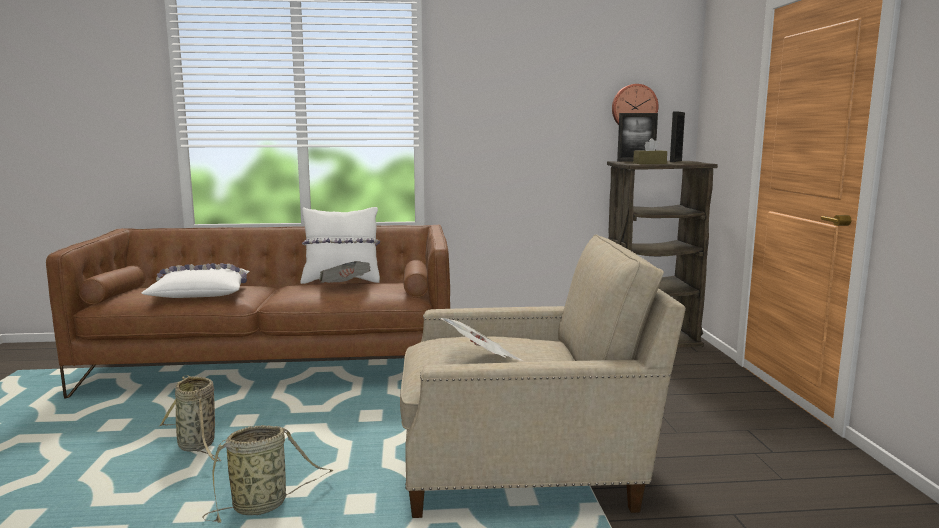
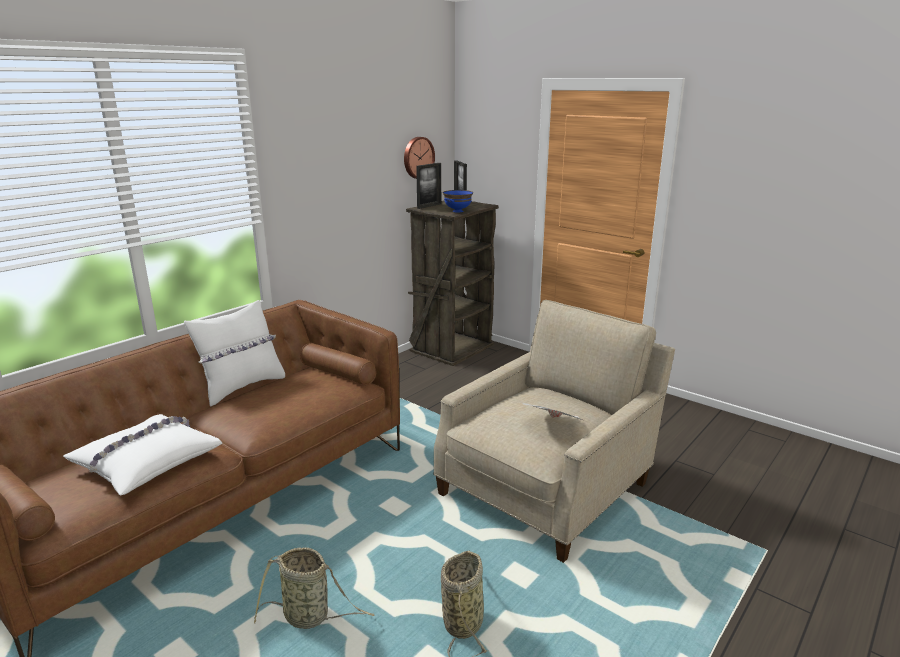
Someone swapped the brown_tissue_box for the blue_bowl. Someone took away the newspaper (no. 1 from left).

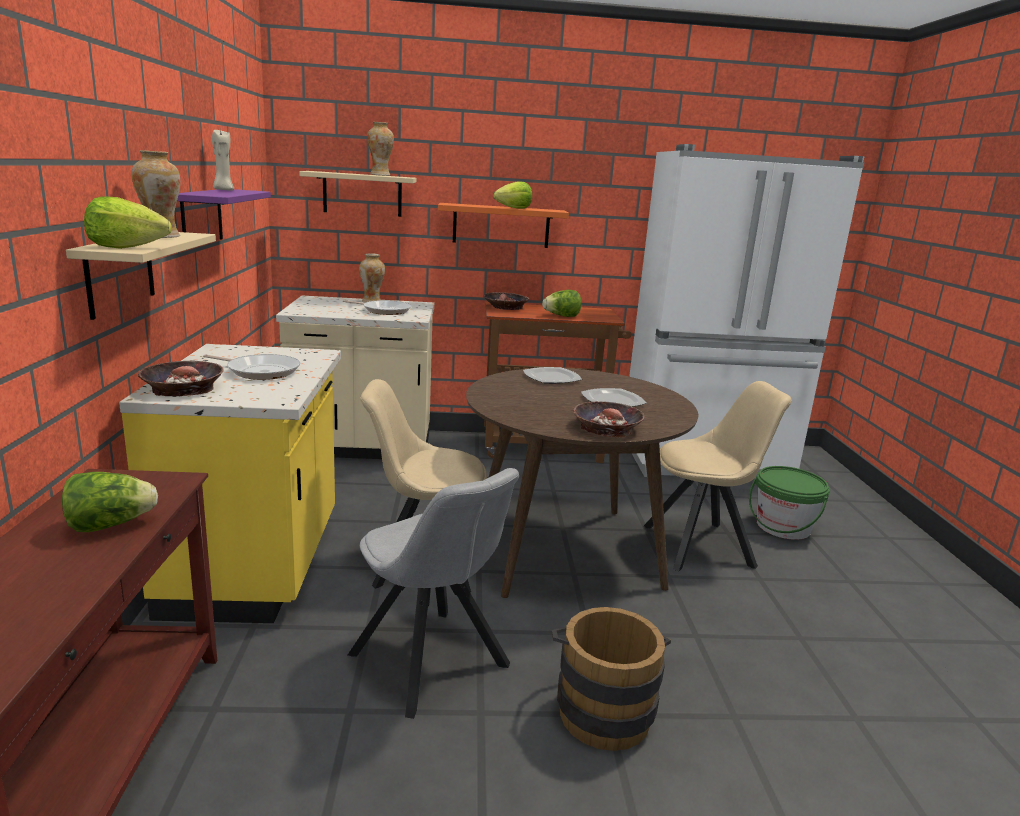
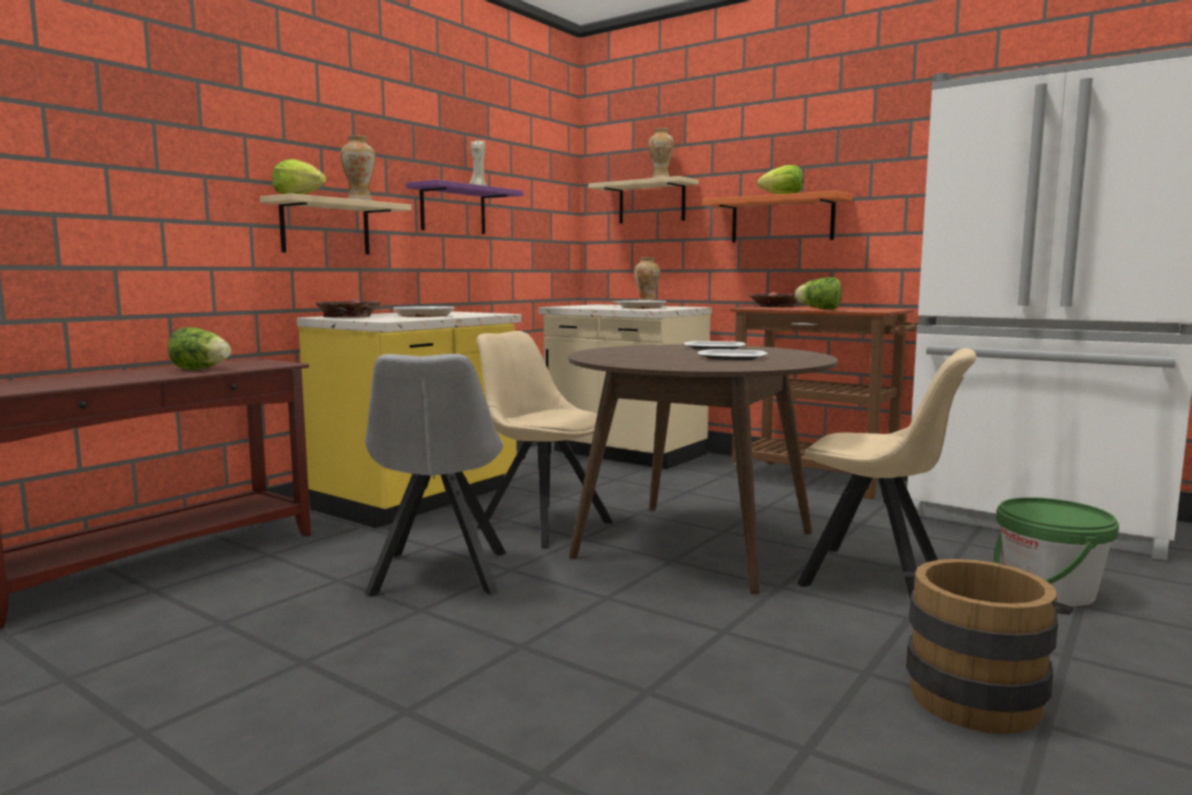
Someone carried the brown_bucket. Someone took away the bowl (no. 3 from left).

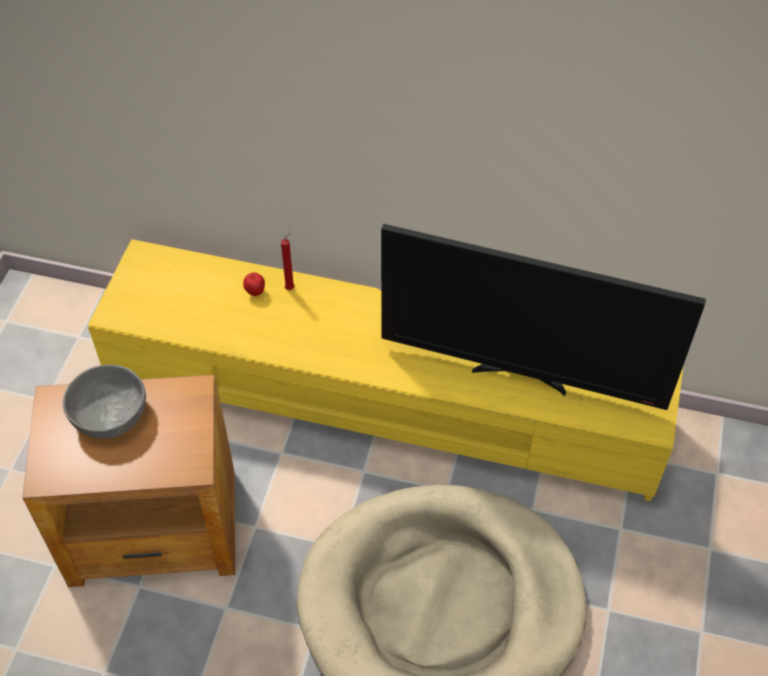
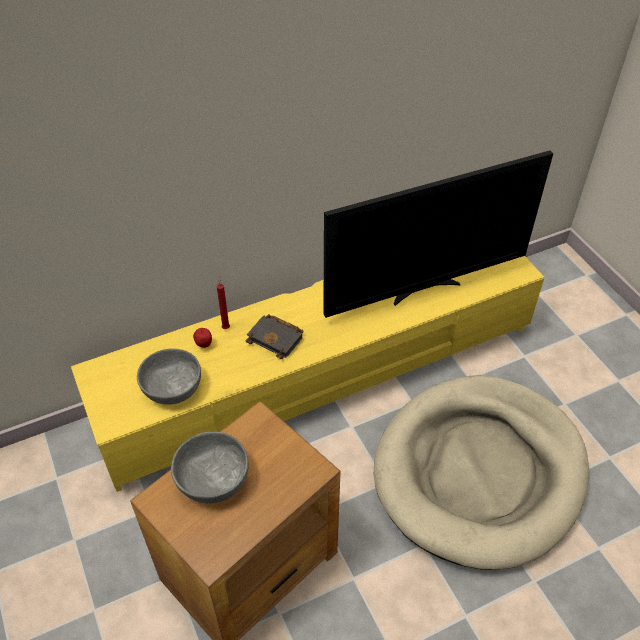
Someone put down the grey_bowl (no. 1 from left). Someone put down the black_book.

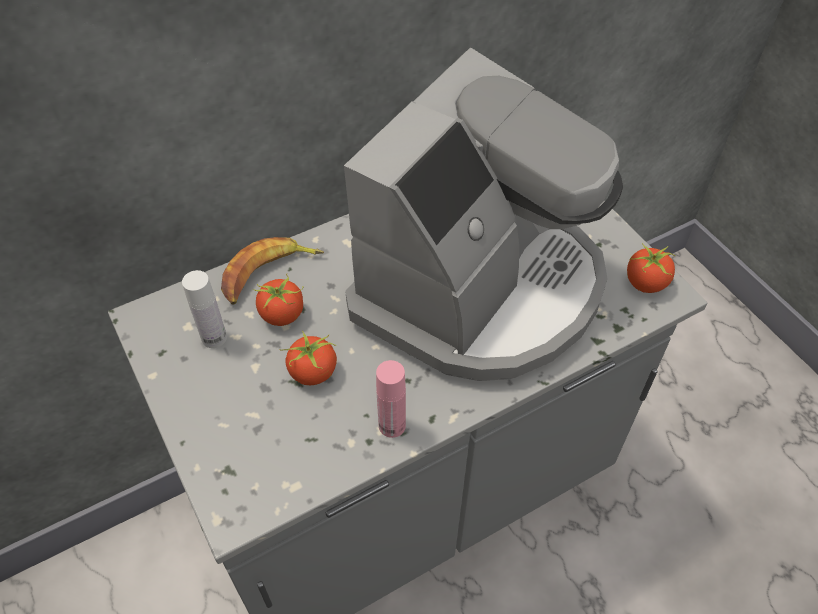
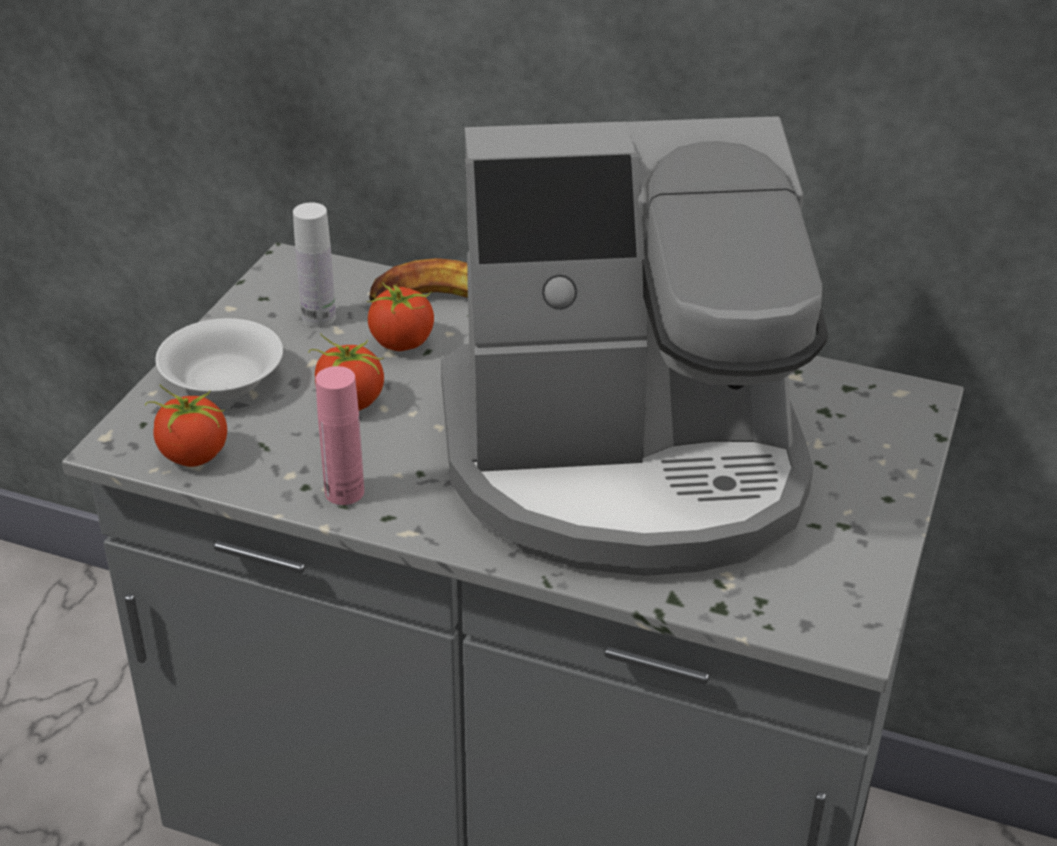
Someone carried the tomato (no. 3 from left in the first image). Someone put down the white_bowl.

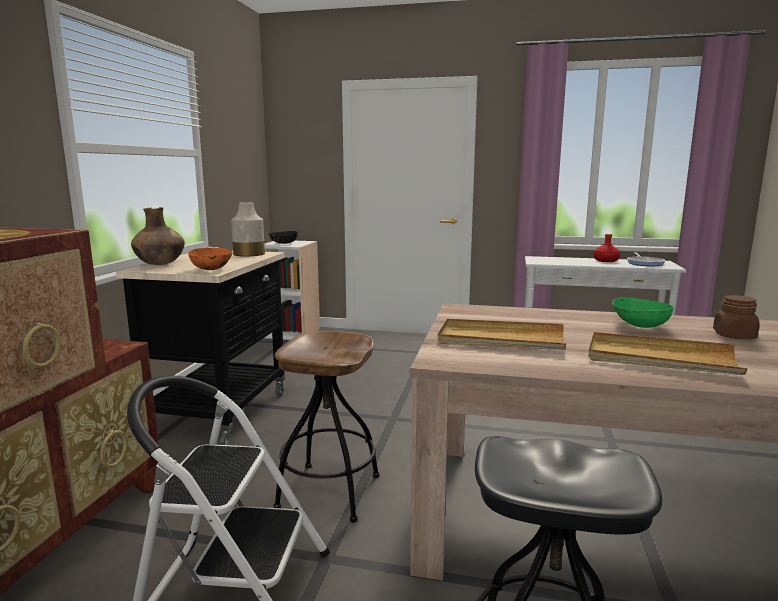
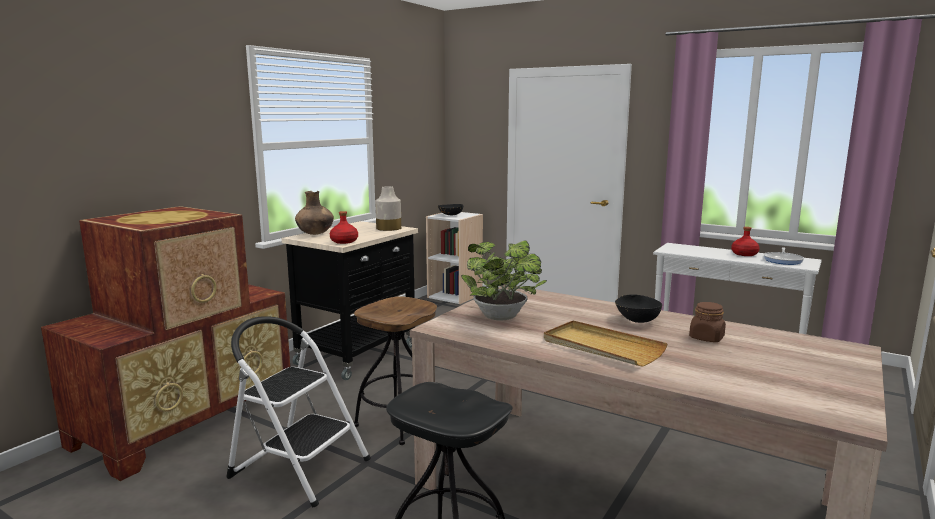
Someone swapped the orange_bowl for the red_bottle (no. 1 from left). Someone swapped the beige_tray (no. 1 from left) for the potted_plant. Someone repainted the green_bowl, which became the black_bowl (no. 2 from left).

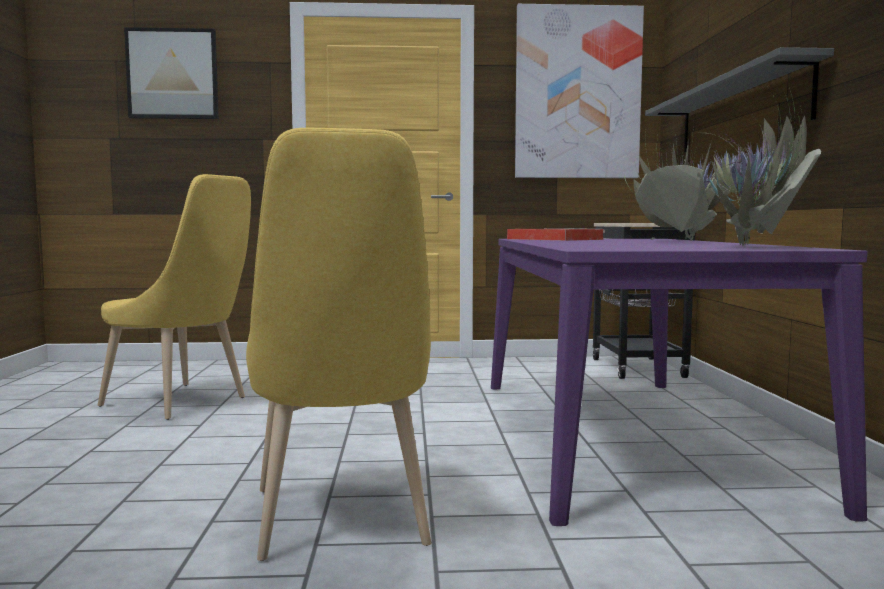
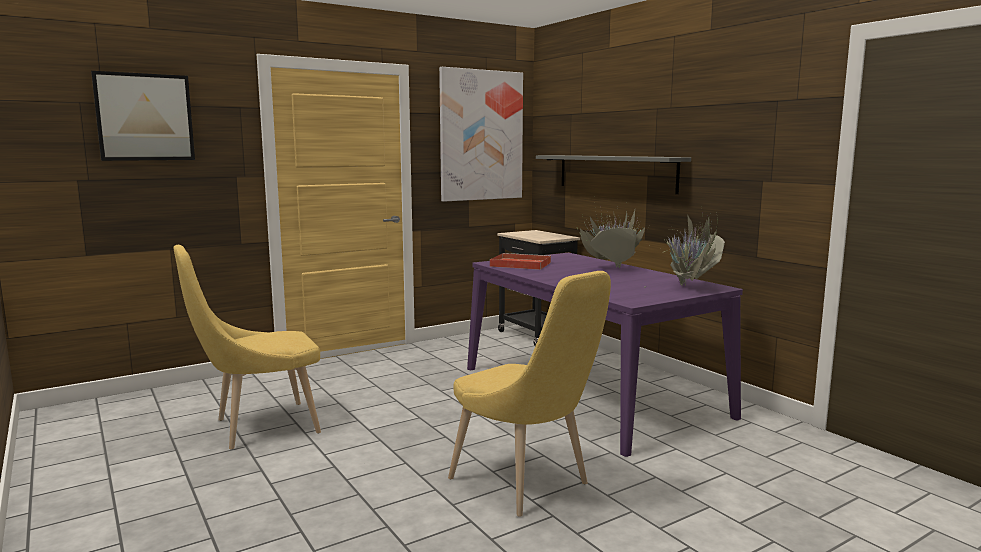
Someone rotated the yellow_chair (no. 1 from left) by 150 degrees clockwise.

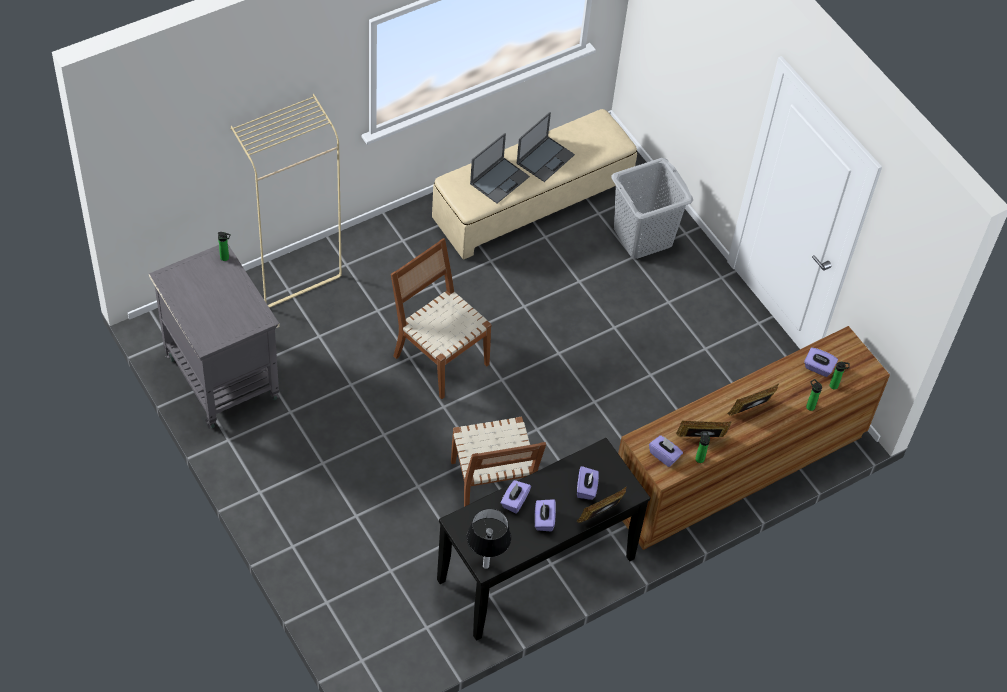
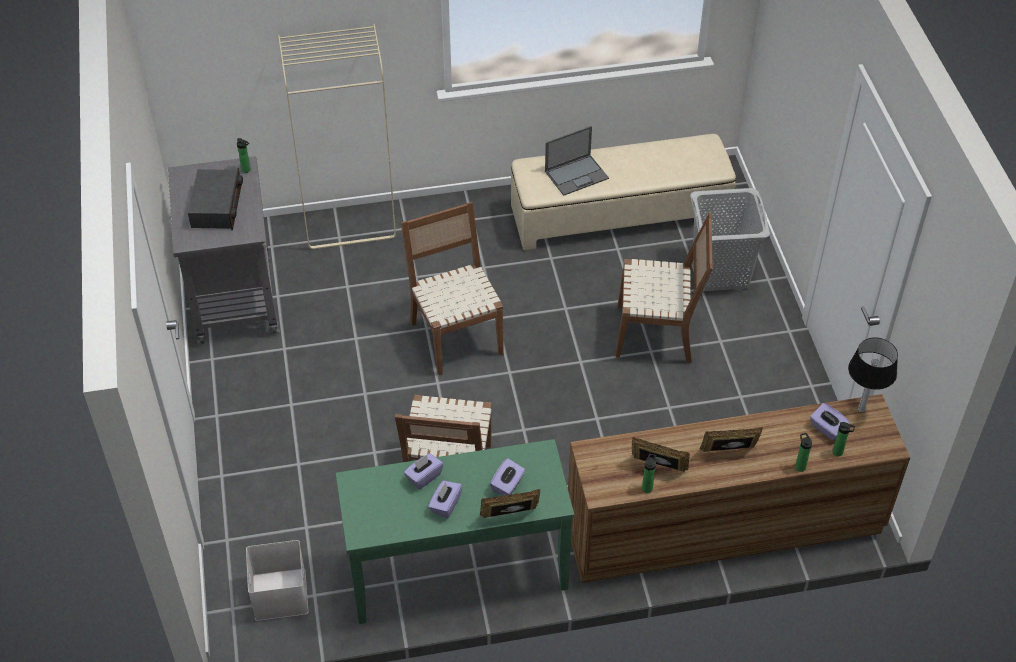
Someone put down the radio. Someone put down the white_storage_box. Someone repainted the black_console_table, which became the green_console_table. Someone put down the chair (no. 3 from left). Someone carried the table_lamp. Someone took away the laptop (no. 2 from left). Someone took away the purple_tissue_box (no. 4 from left).

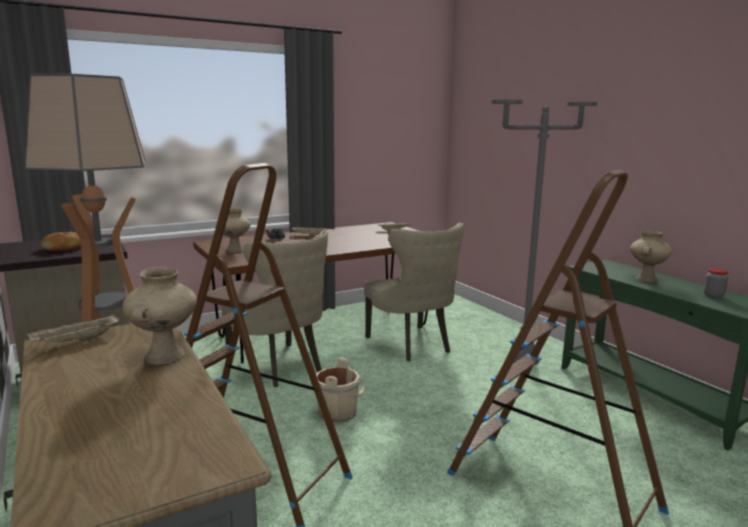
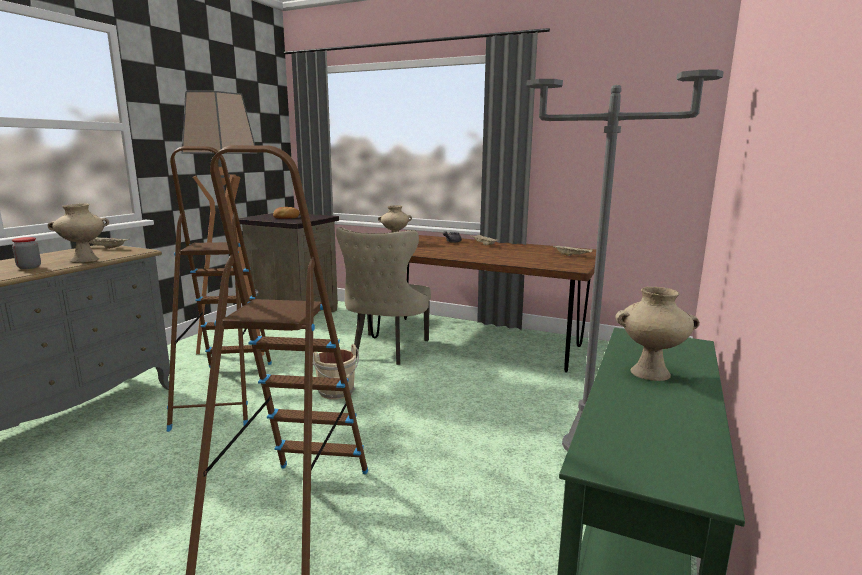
Someone carried the jar. Someone took away the beige_chair (no. 2 from left).

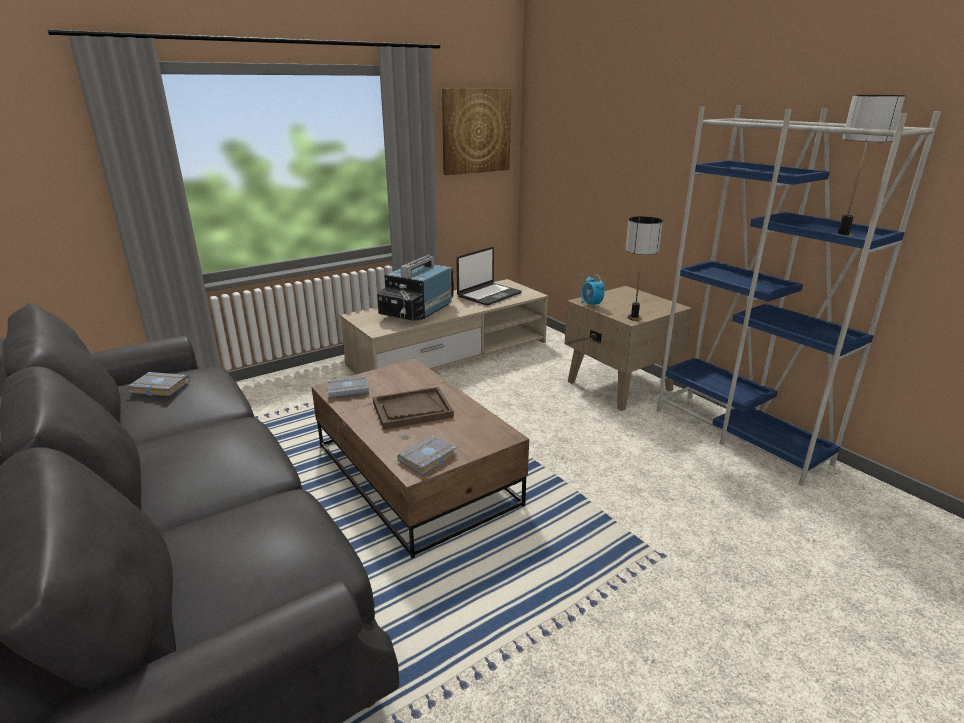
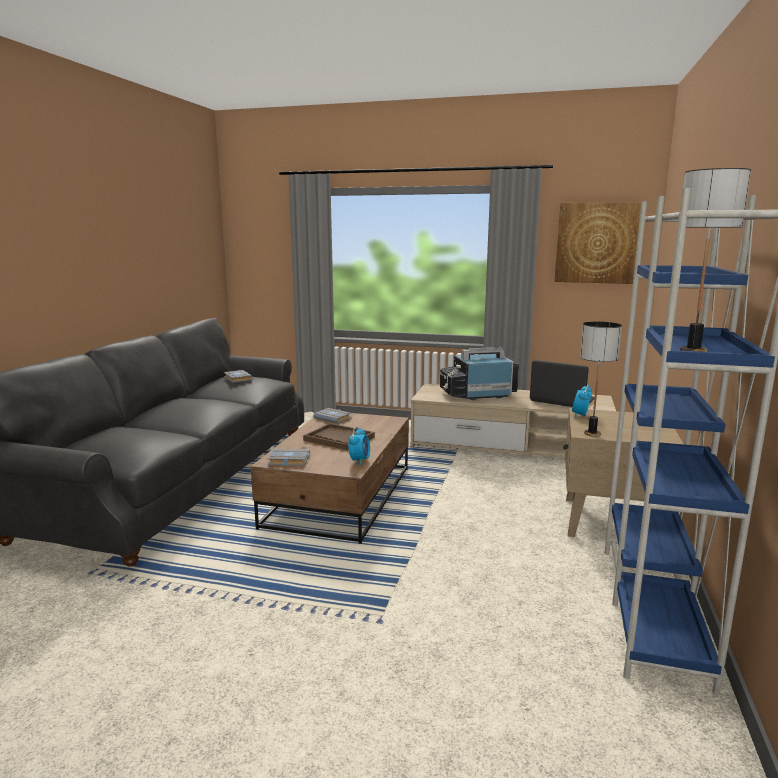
Someone put down the alarm_clock (no. 1 from left). Someone rotated the laptop by 150 degrees counterclockwise.

